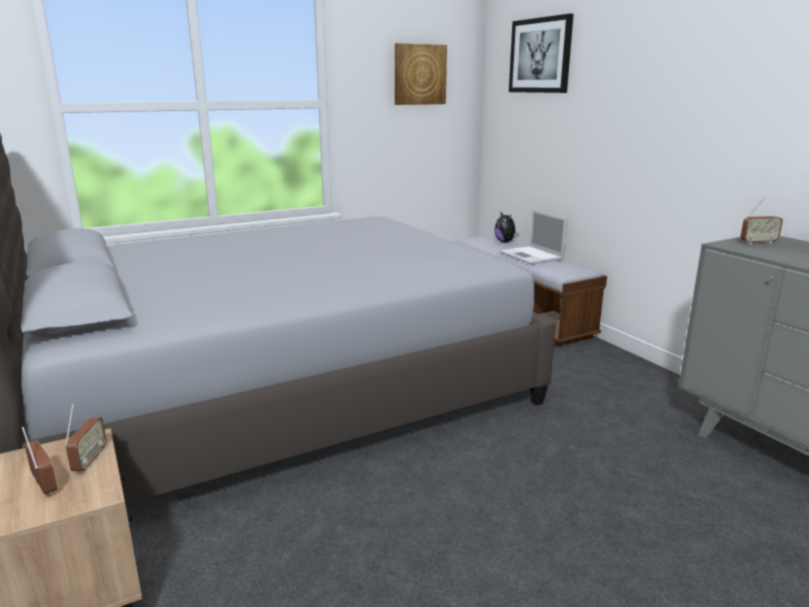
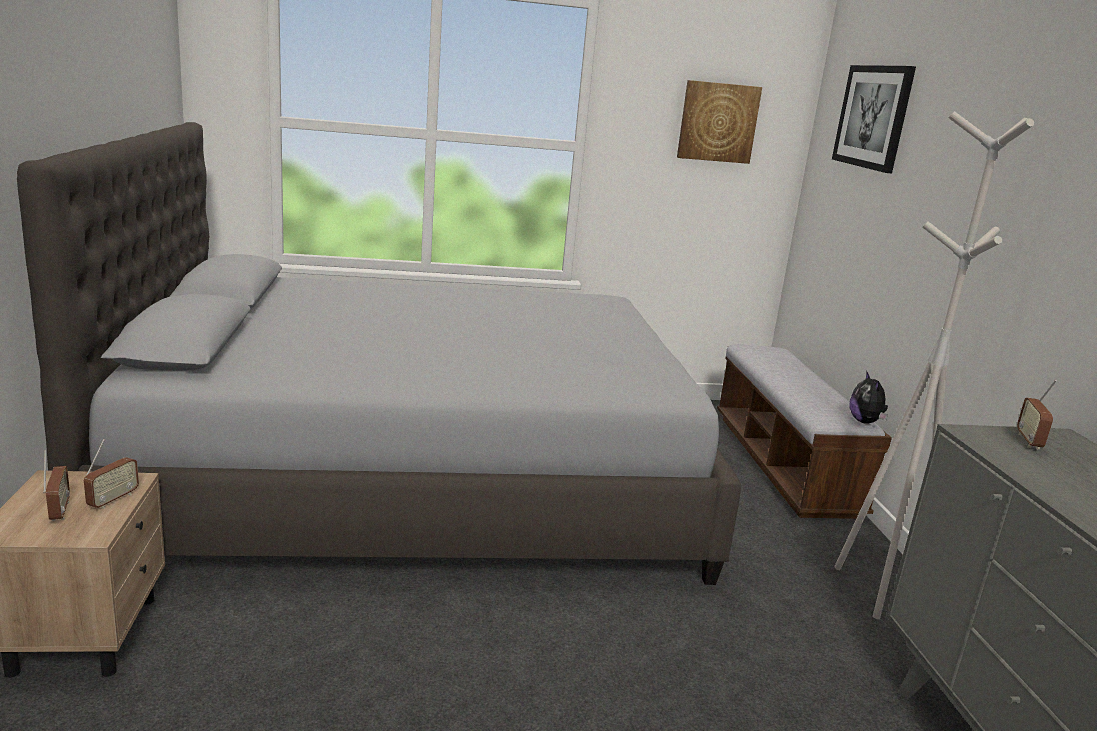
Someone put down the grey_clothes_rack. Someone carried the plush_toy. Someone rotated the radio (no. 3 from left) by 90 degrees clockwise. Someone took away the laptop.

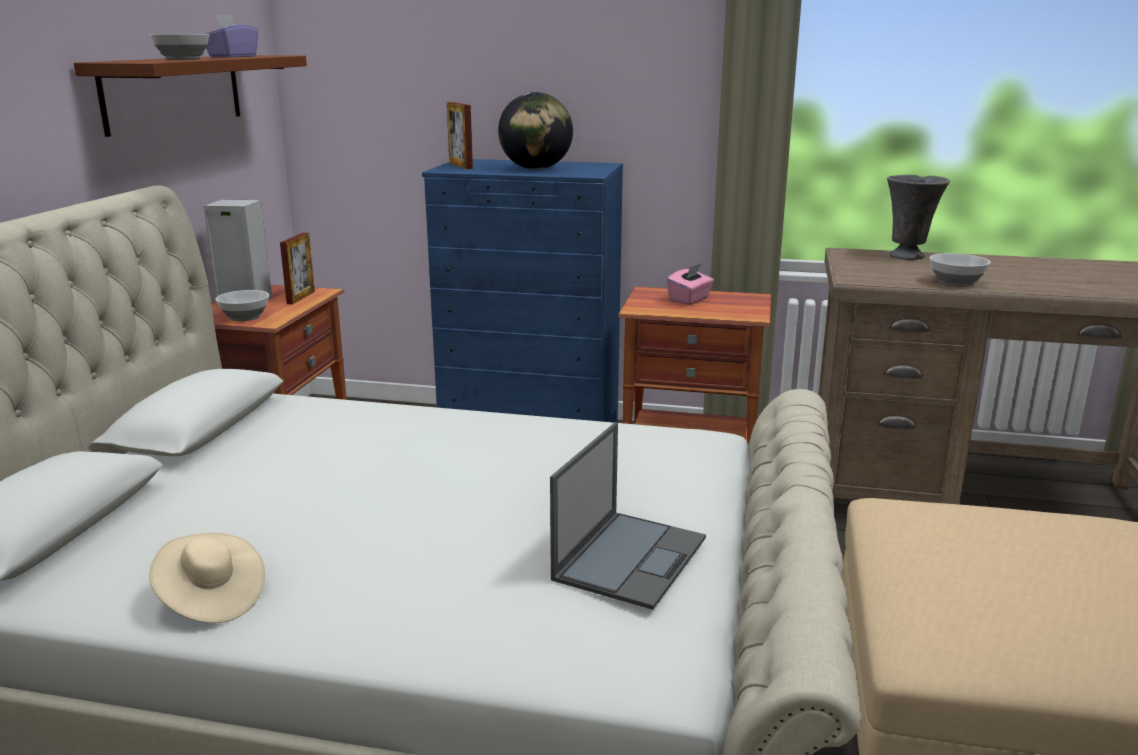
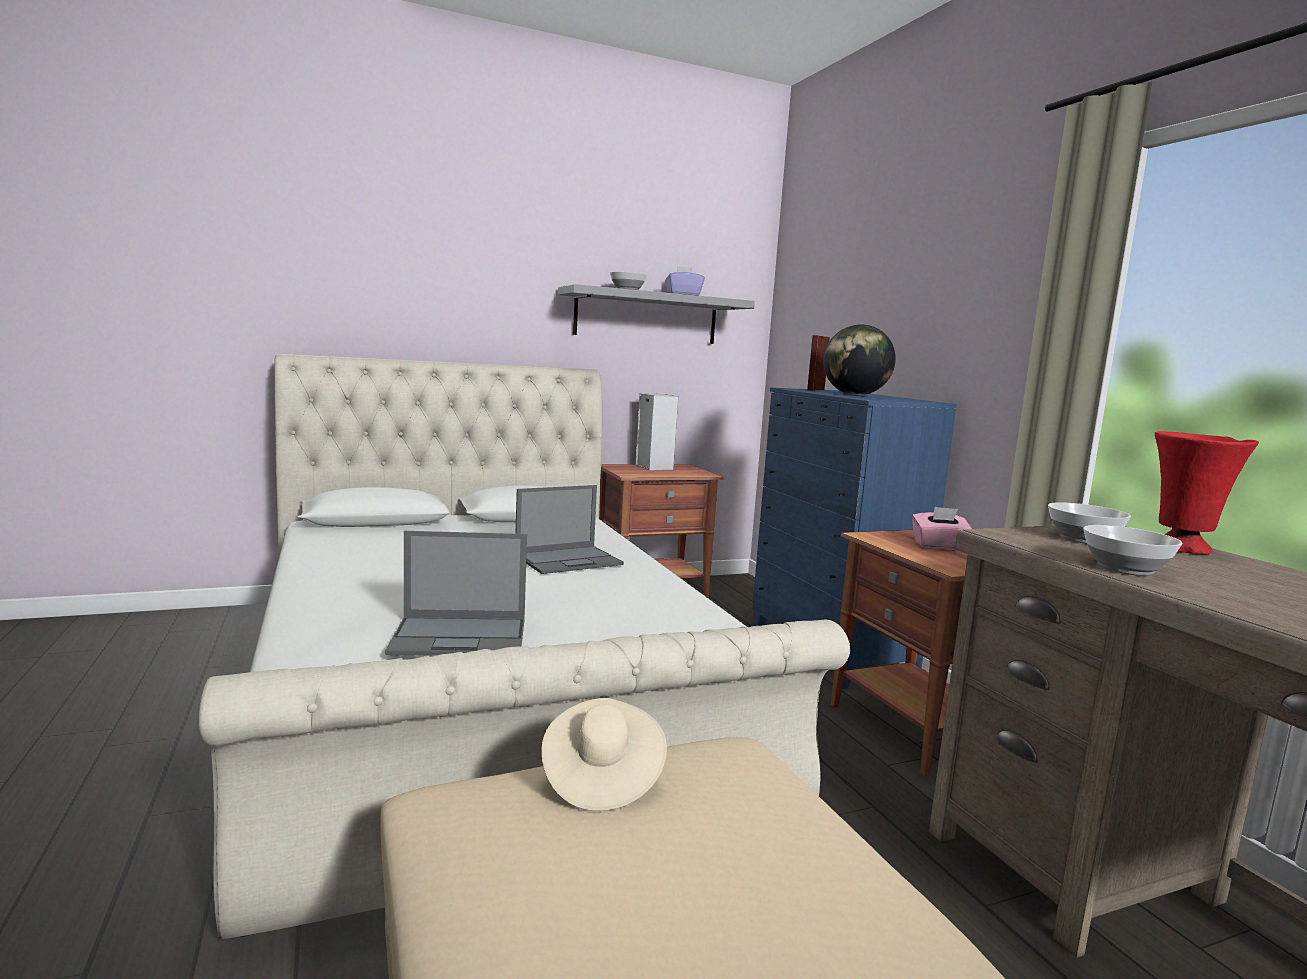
Someone put down the laptop (no. 2 from left). Someone carried the beige_hat. Someone repainted the brown_shelf, which became the grey_shelf. Someone carried the bowl (no. 2 from left). Someone repainted the grey_vase, which became the red_vase. Someone took away the picture_frame (no. 1 from left).

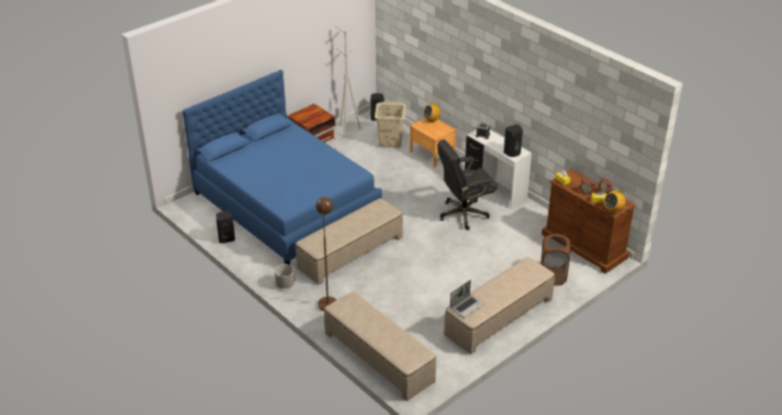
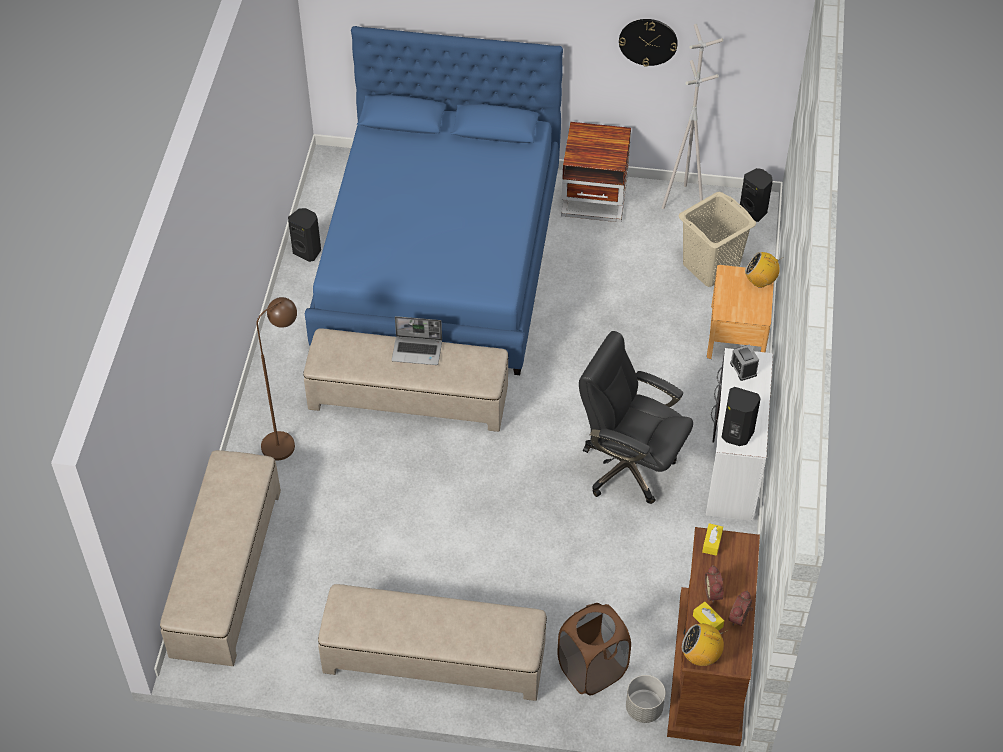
Someone carried the laptop. Someone put up the wall_clock. Someone carried the grey_planter.

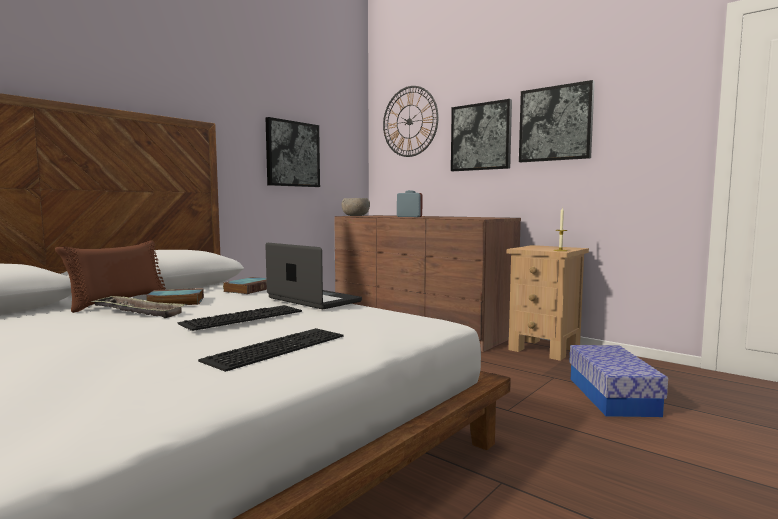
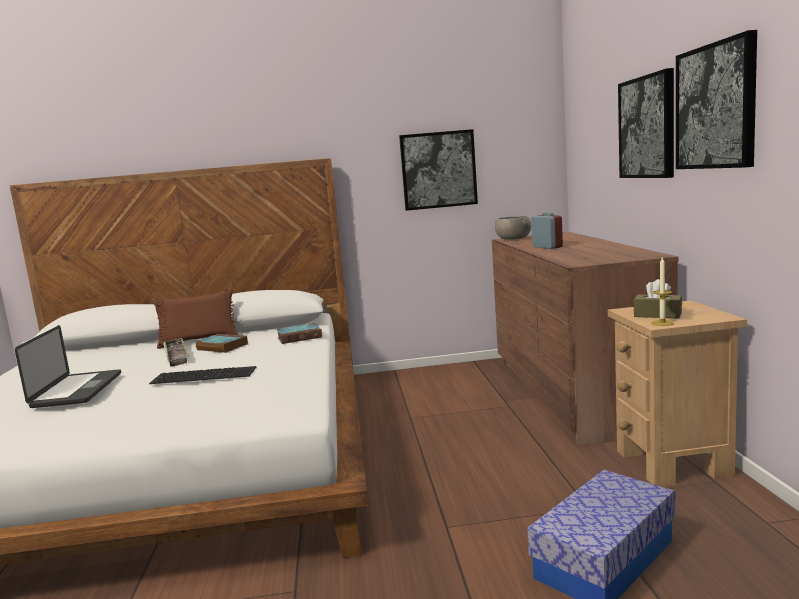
Someone carried the laptop. Someone put down the brown_tissue_box. Someone took away the keyboard (no. 2 from left). Someone took away the wall_clock.

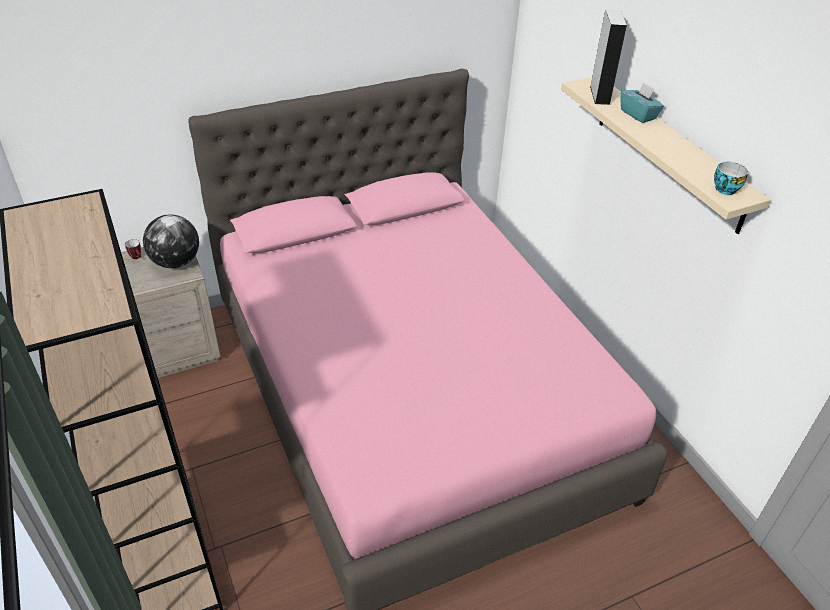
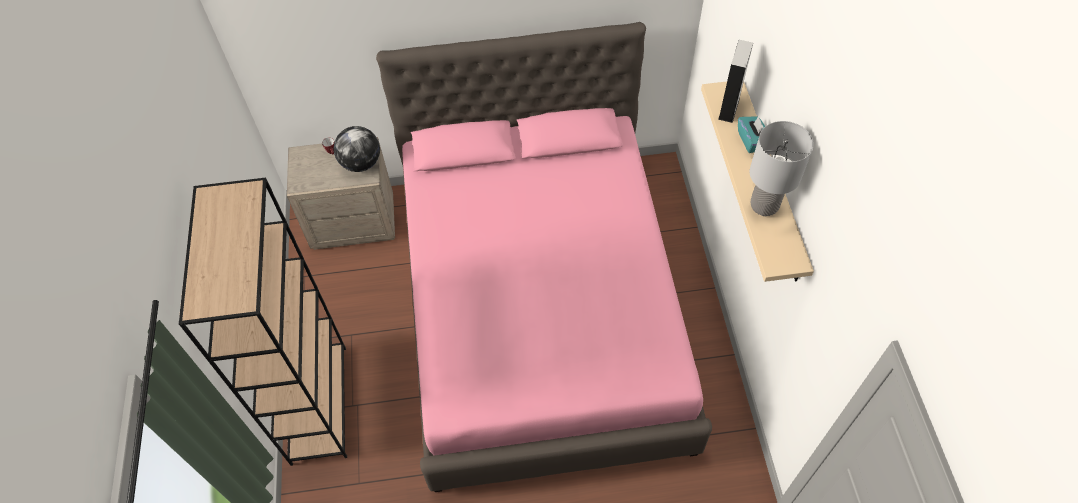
Someone put down the grey_table_lamp. Someone took away the cup.

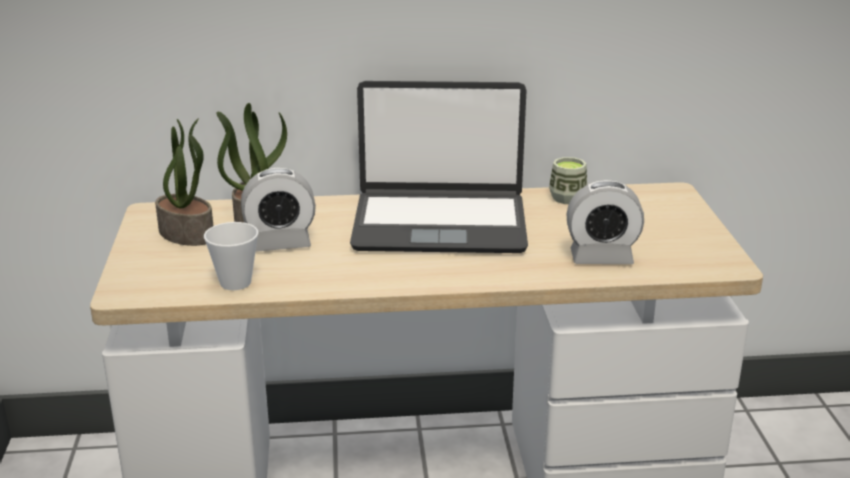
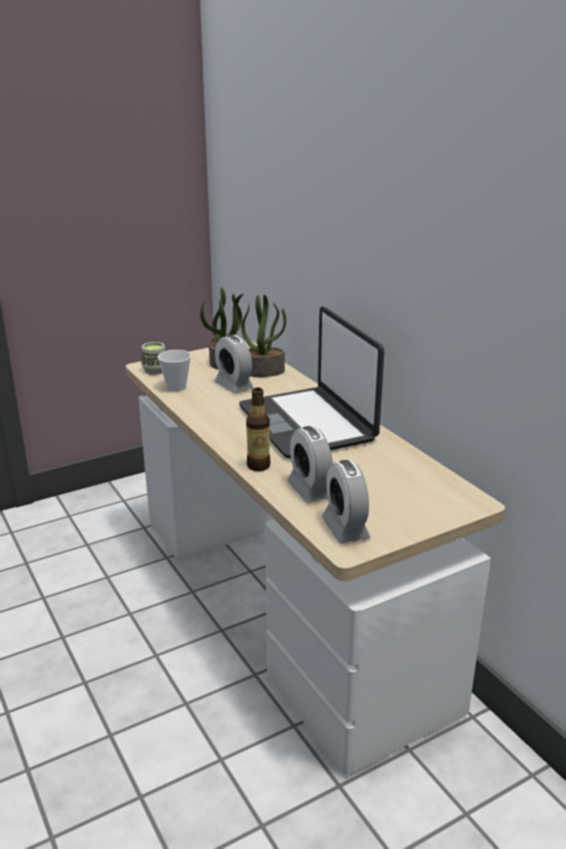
Someone carried the cup (no. 2 from left in the first image). Someone put down the bottle. Someone put down the alarm_clock (no. 3 from left).

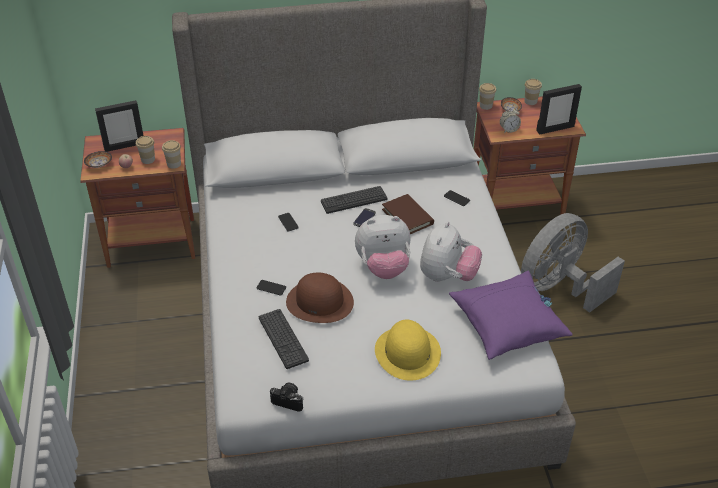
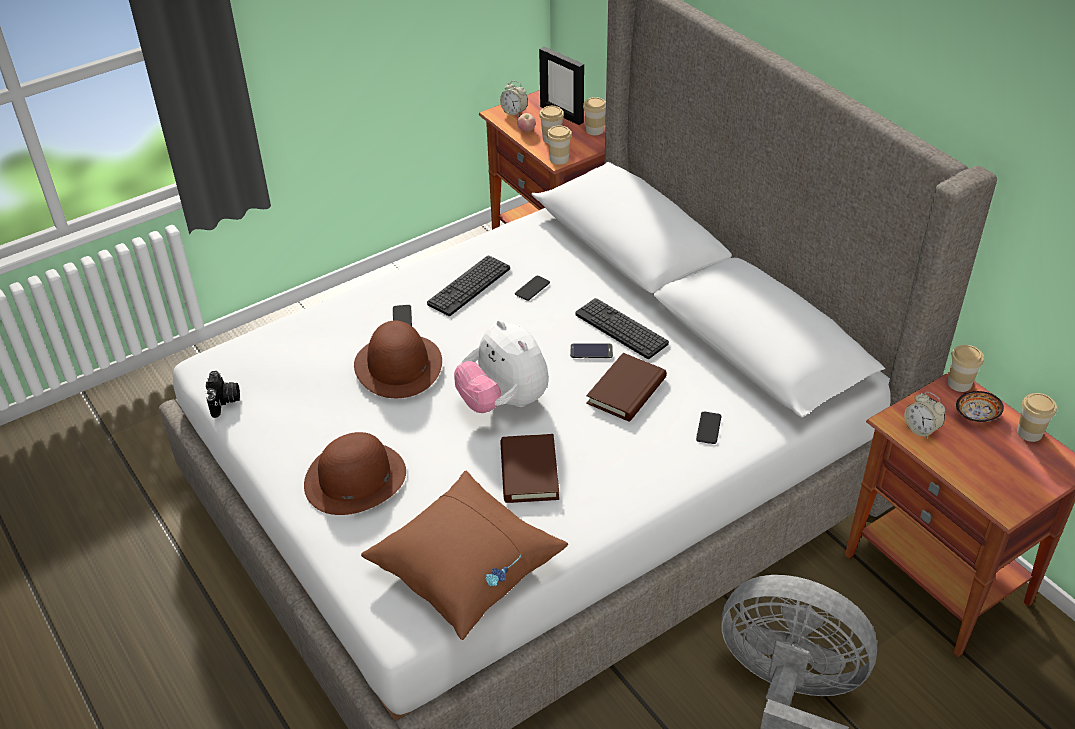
Someone repainted the yellow_hat, which became the brown_hat (no. 1 from left). Someone repainted the purple_pillow, which became the brown_pillow. Someone carried the keyboard (no. 1 from left). Someone swapped the bowl (no. 1 from left) for the alarm_clock (no. 1 from left). Someone swapped the plush_toy (no. 2 from left) for the brown_book (no. 1 from left). Someone put down the cup (no. 3 from left). Someone took away the picture_frame (no. 2 from left).

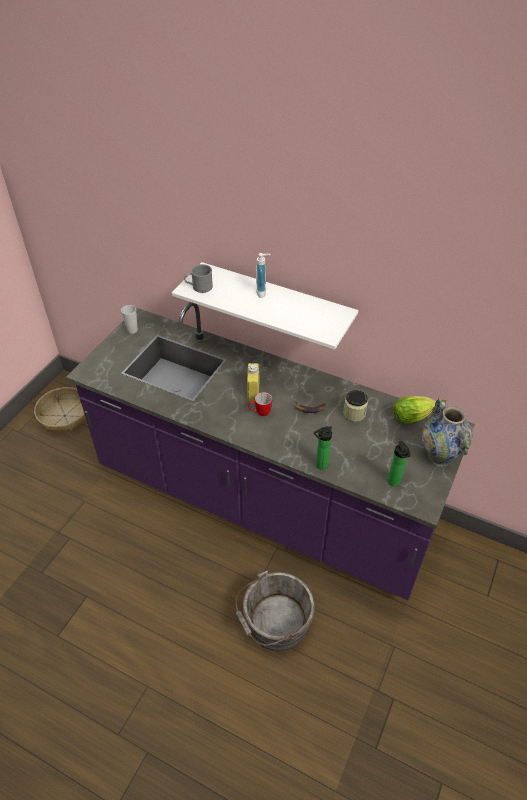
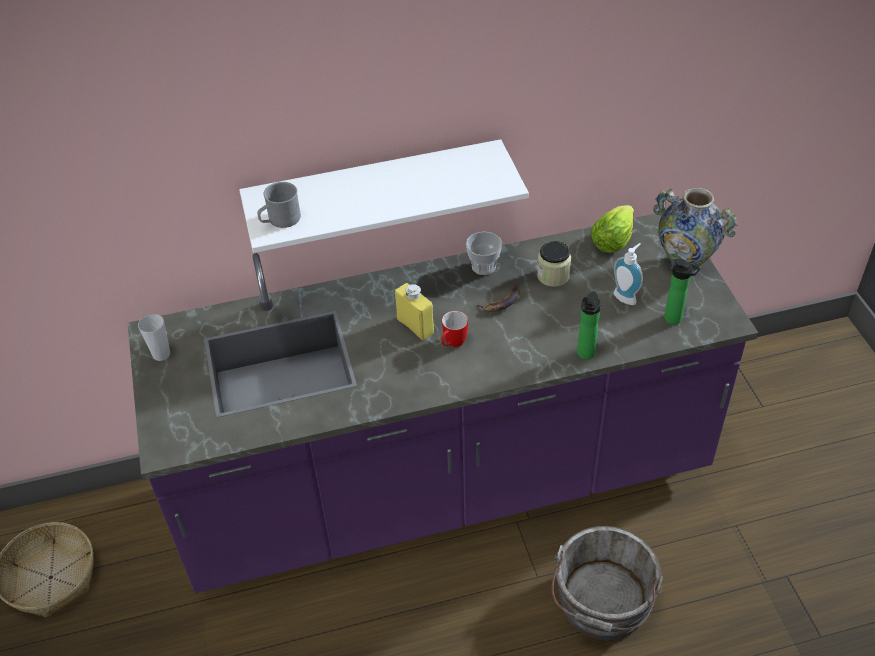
Someone put down the cup (no. 2 from left). Someone carried the soap_dispenser.

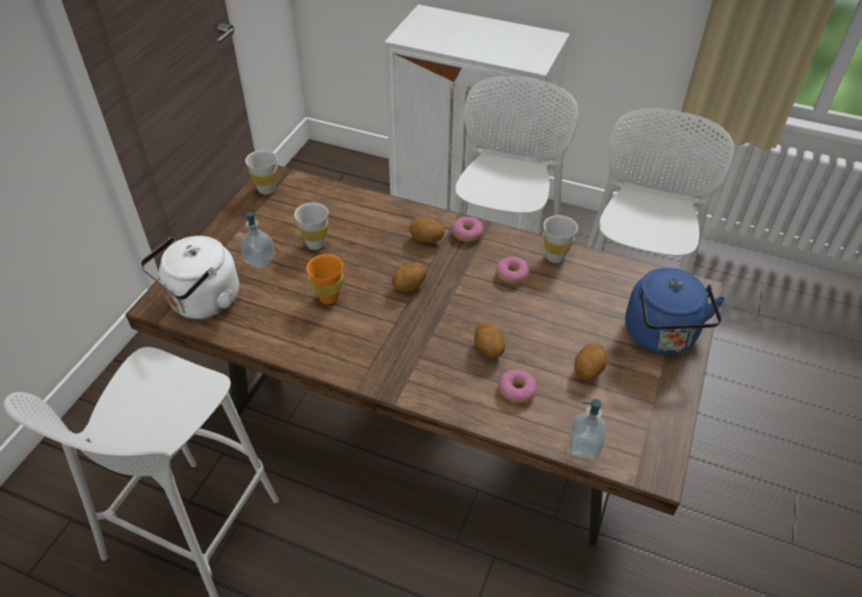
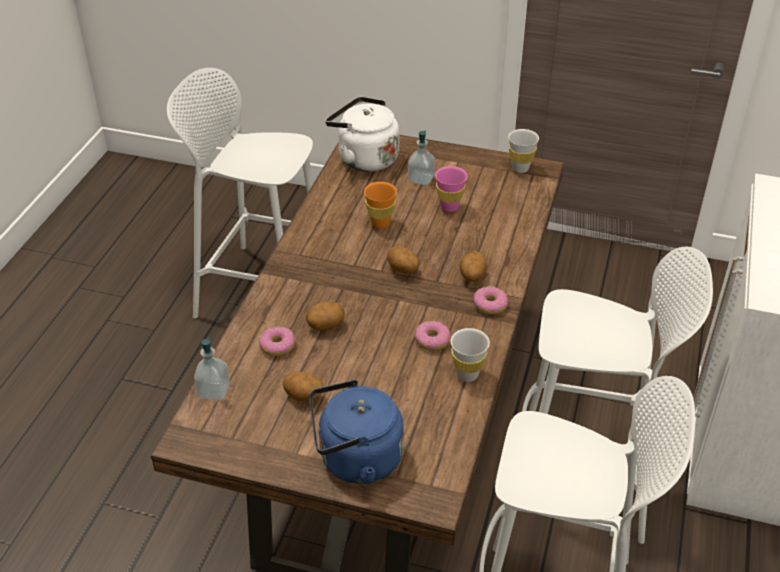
Someone repainted the white_cup (no. 2 from left), which became the pink_cup.

